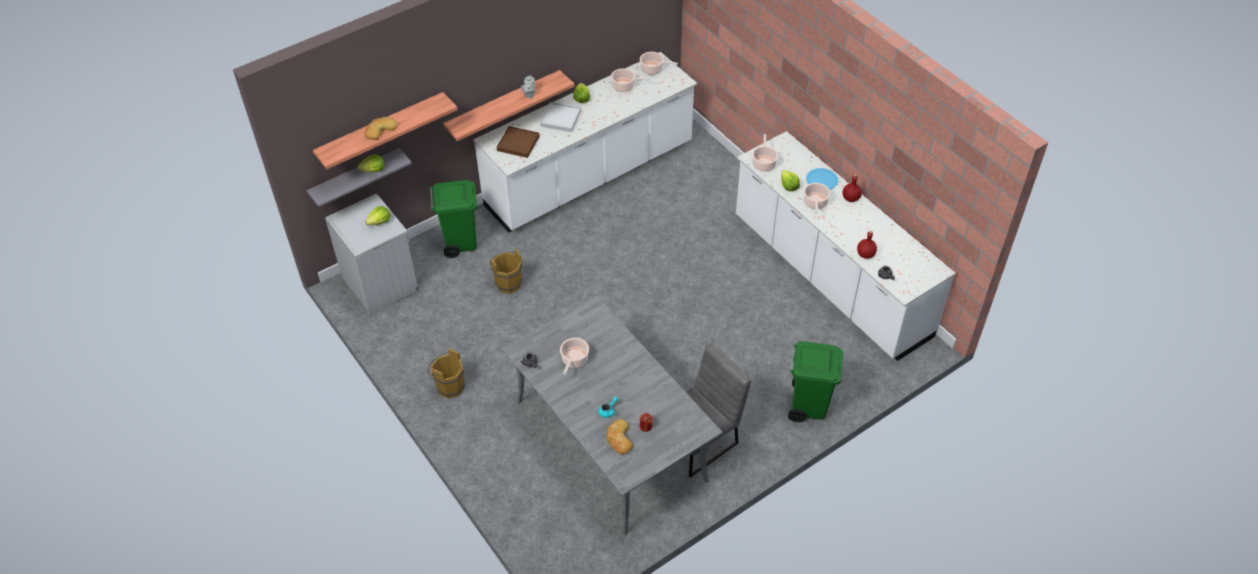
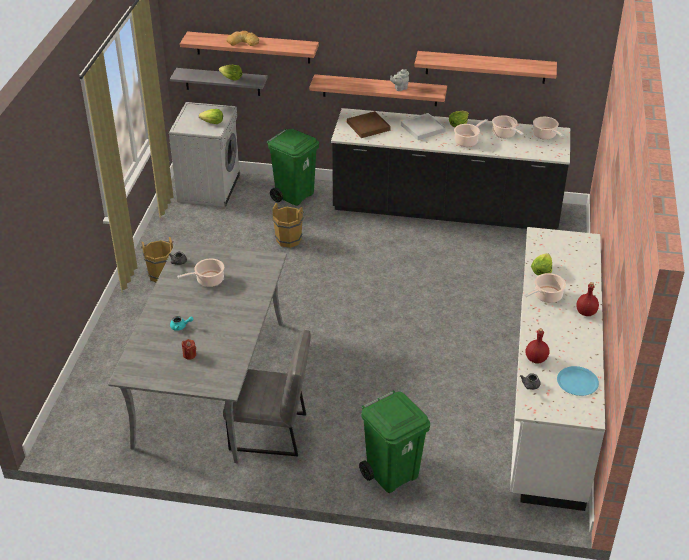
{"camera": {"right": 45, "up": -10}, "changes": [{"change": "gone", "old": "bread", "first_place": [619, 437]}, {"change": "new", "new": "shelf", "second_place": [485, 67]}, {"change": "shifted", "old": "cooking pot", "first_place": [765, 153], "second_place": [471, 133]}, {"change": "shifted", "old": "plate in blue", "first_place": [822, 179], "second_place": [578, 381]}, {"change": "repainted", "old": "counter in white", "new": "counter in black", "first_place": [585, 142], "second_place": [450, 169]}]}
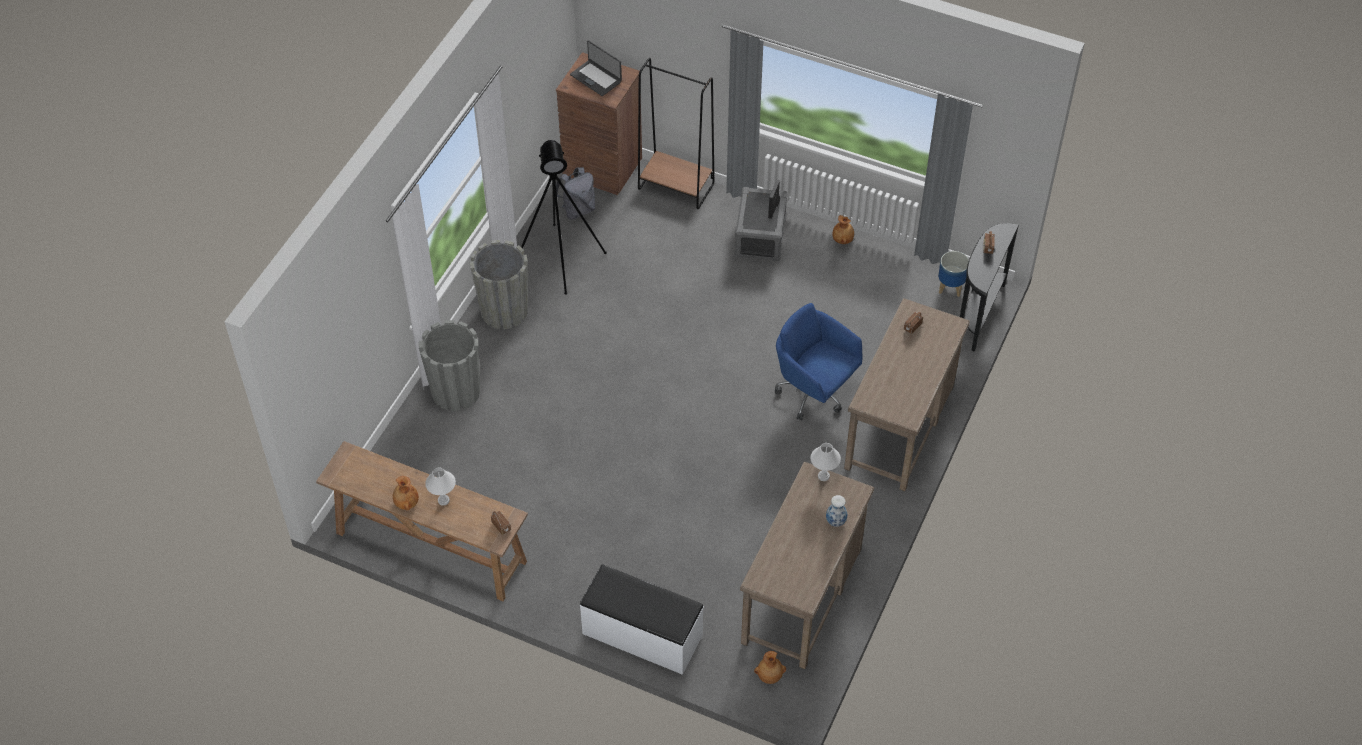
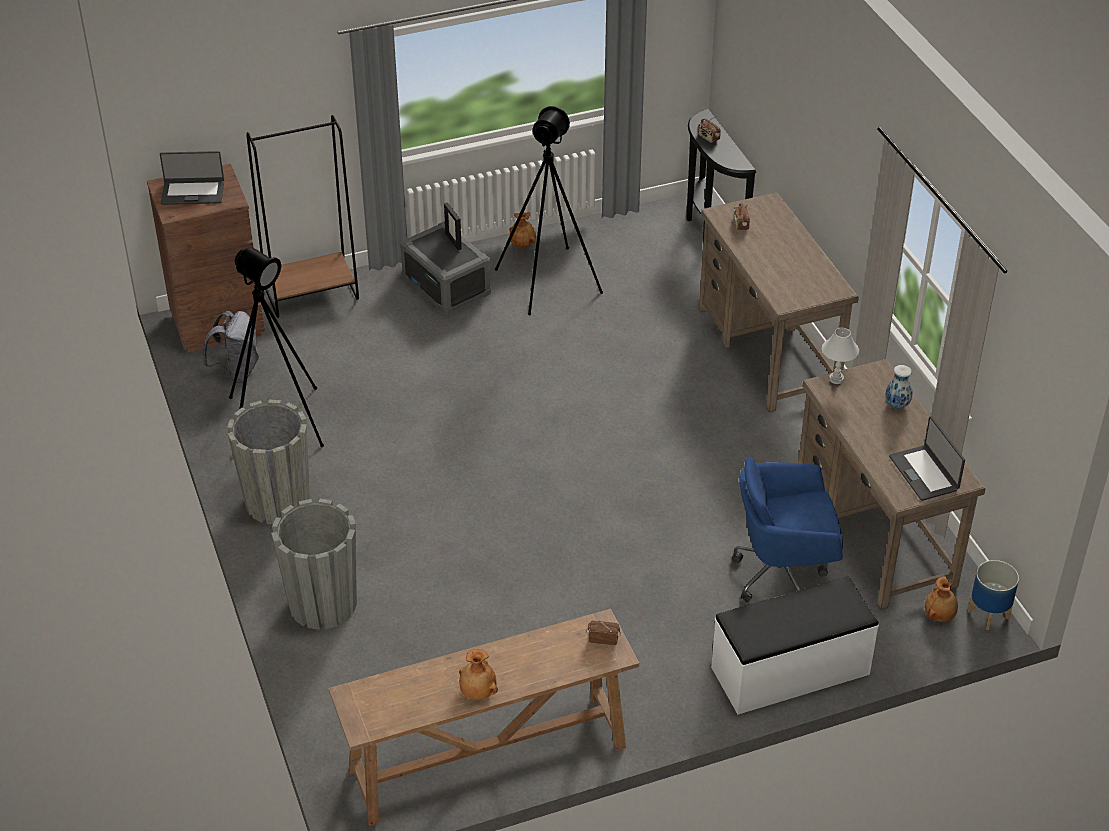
{"camera": {"right": -45, "up": -10}, "changes": [{"change": "gone", "old": "table lamp in white", "first_place": [440, 487]}, {"change": "new", "new": "floor lamp in black", "second_place": [549, 210]}, {"change": "new", "new": "laptop", "second_place": [927, 458]}, {"change": "shifted", "old": "office chair in blue", "first_place": [818, 361], "second_place": [787, 529]}, {"change": "shifted", "old": "planter", "first_place": [953, 274], "second_place": [993, 595]}]}
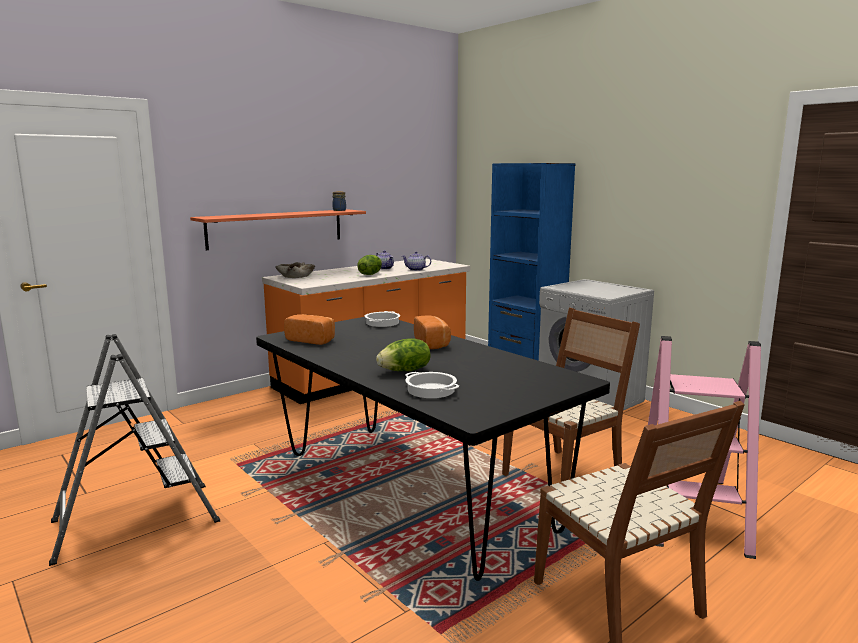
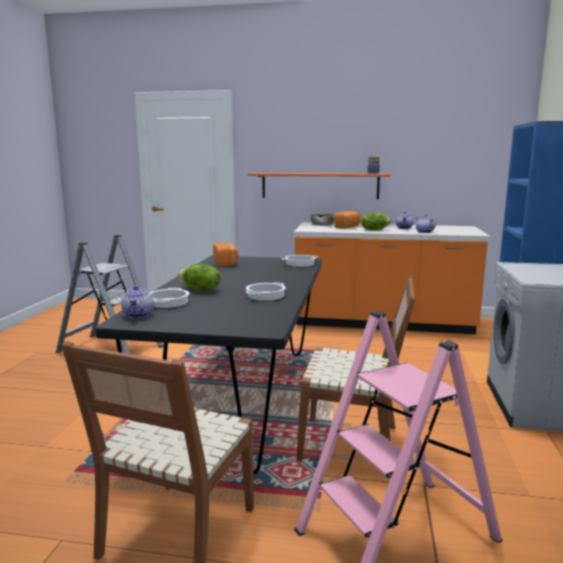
{"camera": {"right": 50, "up": 0}, "changes": [{"change": "new", "new": "teapot", "second_place": [137, 302]}, {"change": "new", "new": "cooking pot", "second_place": [266, 291]}, {"change": "shifted", "old": "bread", "first_place": [432, 332], "second_place": [347, 220]}]}
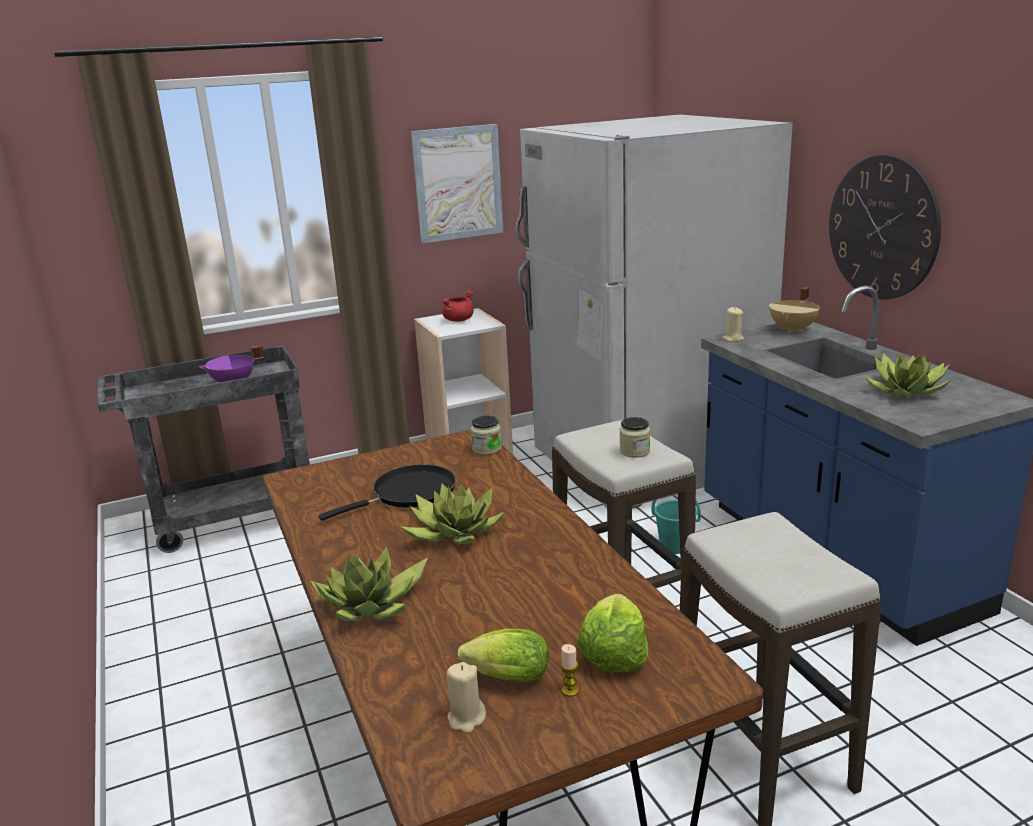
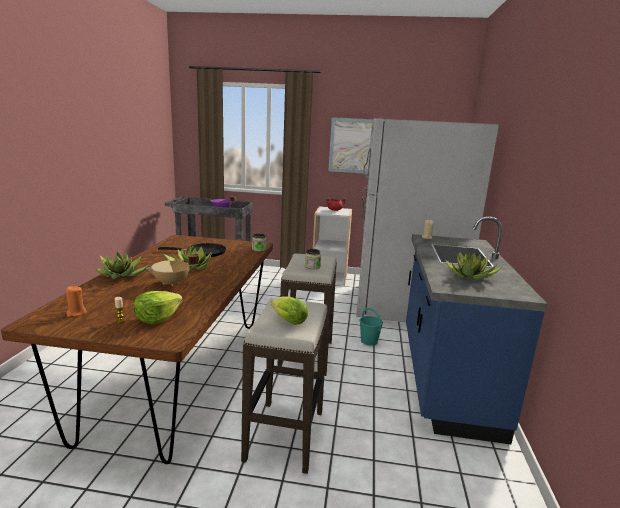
{"camera": {"right": 30, "up": -5}, "changes": [{"change": "gone", "old": "wall clock", "first_place": [885, 227]}, {"change": "shifted", "old": "lettuce", "first_place": [502, 655], "second_place": [289, 310]}, {"change": "shifted", "old": "cooking pot in beige", "first_place": [794, 309], "second_place": [172, 271]}, {"change": "repainted", "old": "candle in beige", "new": "candle in orange", "first_place": [466, 697], "second_place": [76, 301]}]}
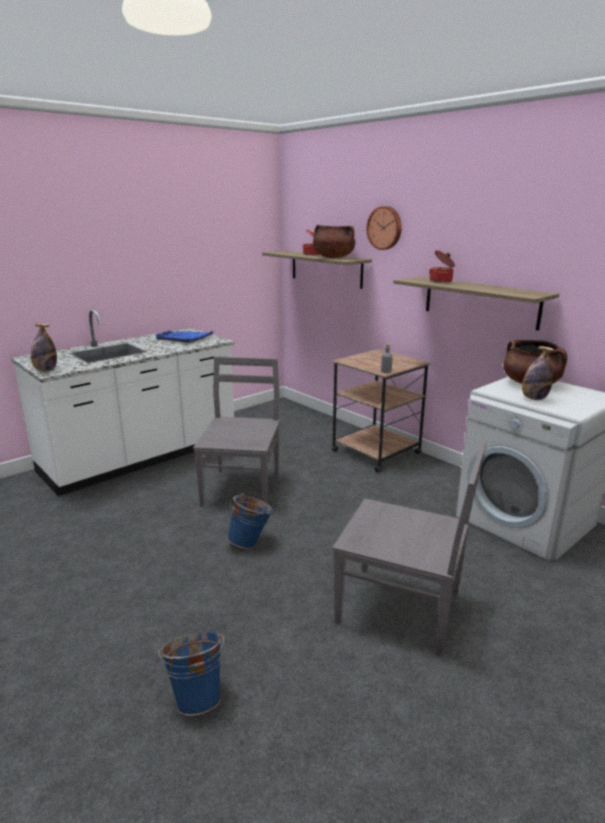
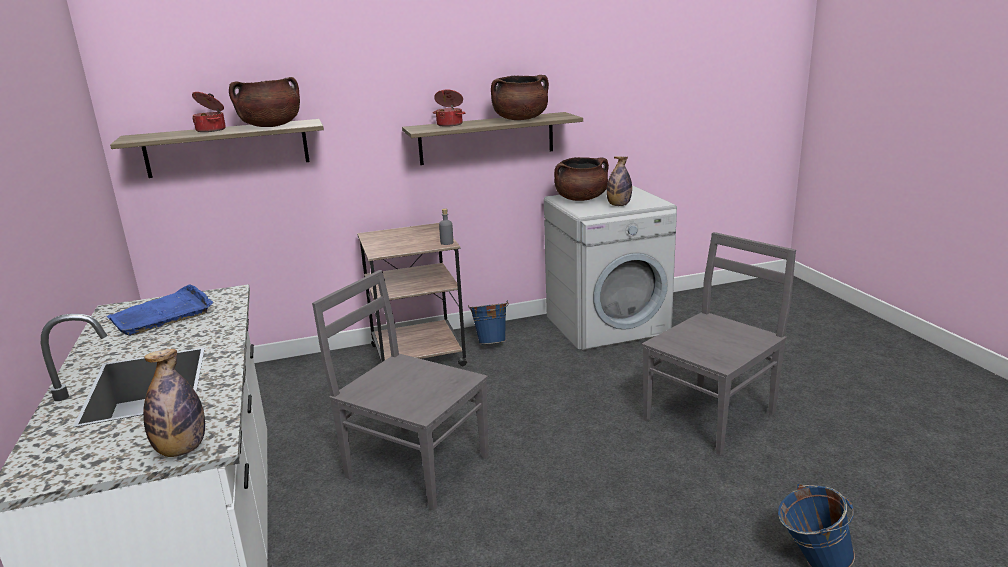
{"camera": {"right": -65, "up": 0}, "changes": [{"change": "gone", "old": "wall clock", "first_place": [384, 228]}, {"change": "new", "new": "cooking pot in brown", "second_place": [520, 97]}, {"change": "shifted", "old": "bucket in blue", "first_place": [250, 521], "second_place": [488, 322]}]}
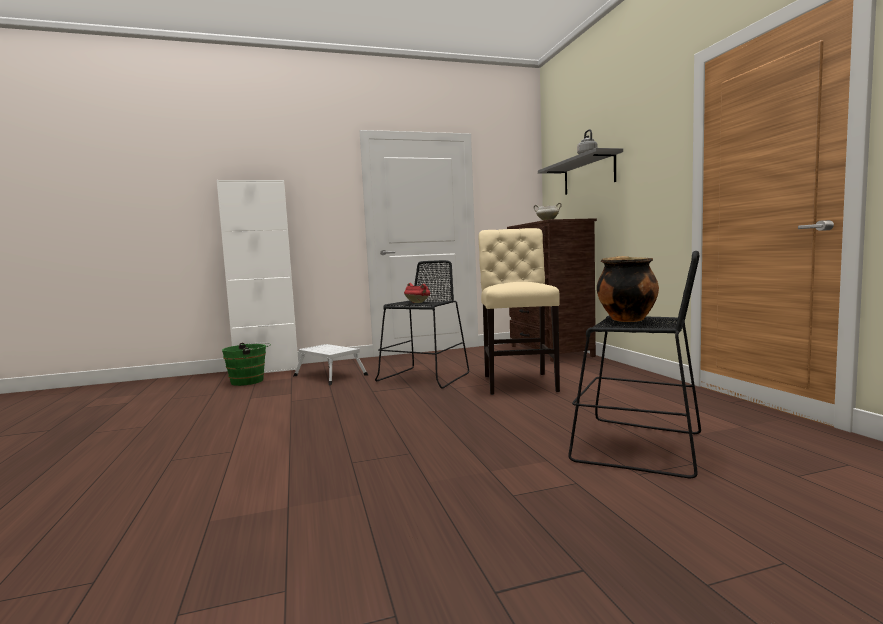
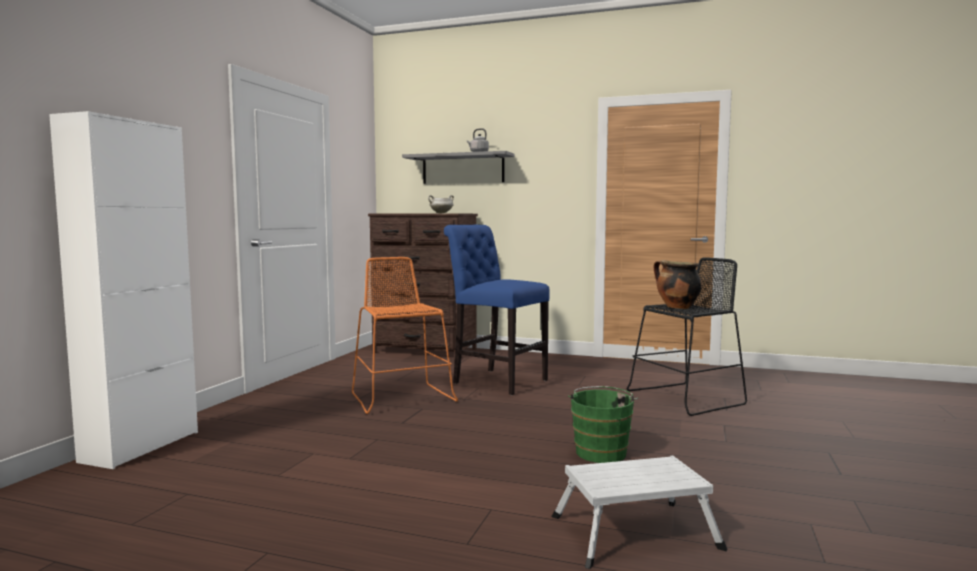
{"camera": {"right": -55, "up": 0}, "changes": [{"change": "gone", "old": "cooking pot in red", "first_place": [417, 293]}, {"change": "shifted", "old": "bucket in green", "first_place": [246, 364], "second_place": [603, 424]}, {"change": "shifted", "old": "step ladder in white", "first_place": [330, 364], "second_place": [639, 512]}, {"change": "repainted", "old": "stool in black", "new": "stool in orange", "first_place": [422, 324], "second_place": [405, 335]}, {"change": "repainted", "old": "stool in beige", "new": "stool in blue", "first_place": [519, 311], "second_place": [497, 310]}]}
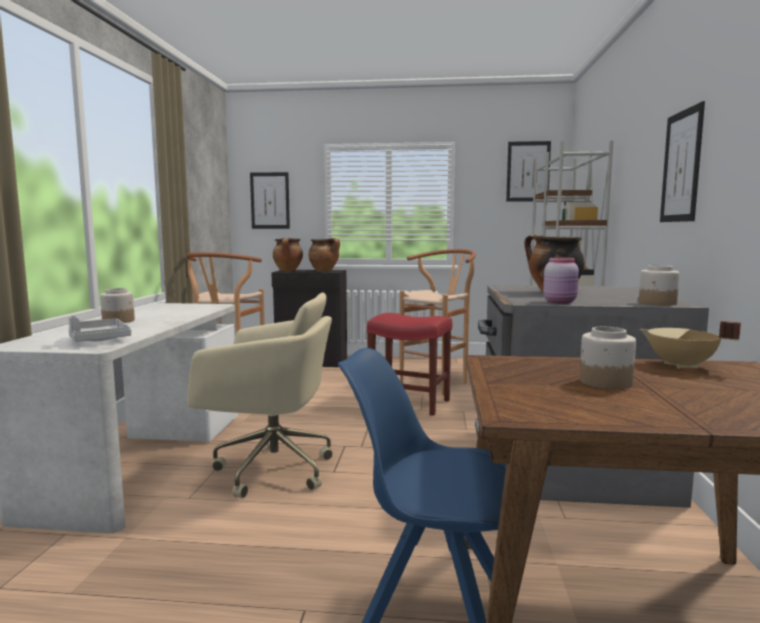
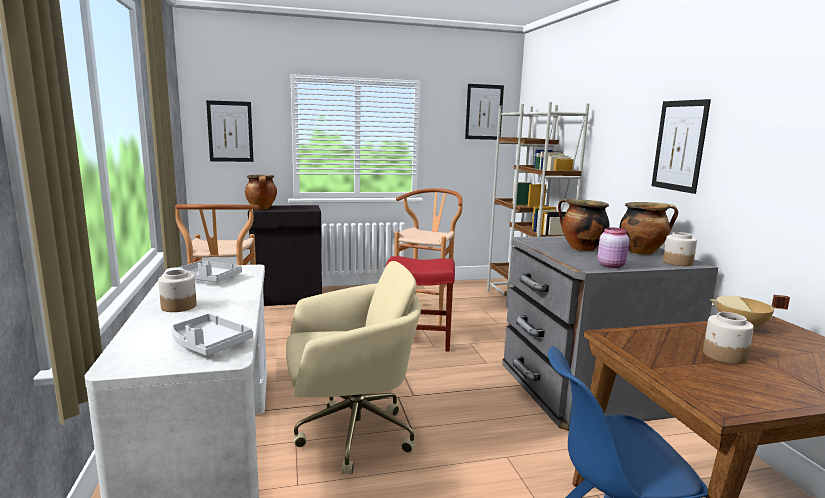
{"camera": {"right": -20, "up": 5}, "changes": [{"change": "new", "new": "tray in grey", "second_place": [211, 271]}, {"change": "shifted", "old": "cooking pot", "first_place": [324, 255], "second_place": [649, 228]}]}
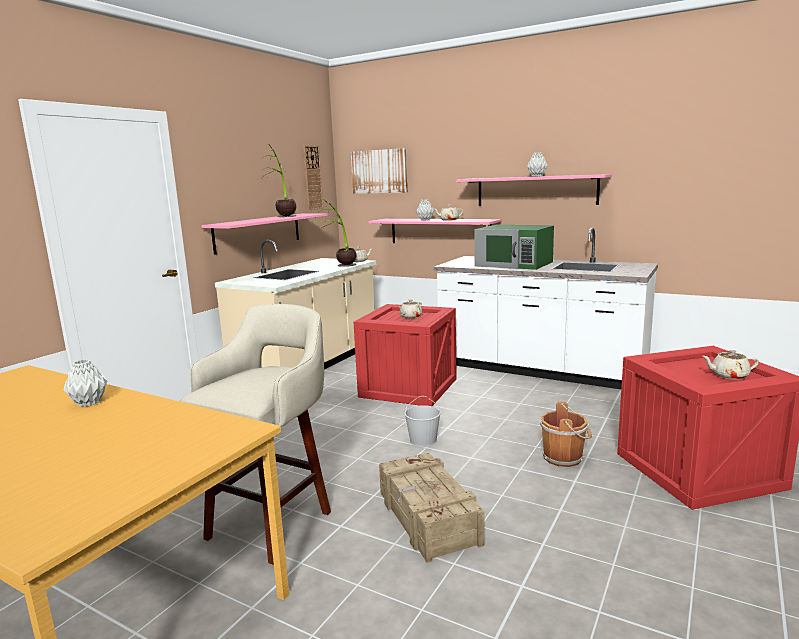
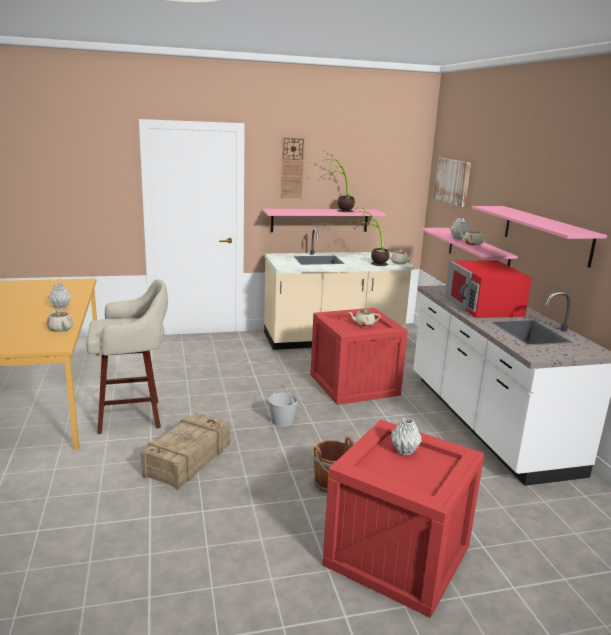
{"camera": {"right": 45, "up": 5}, "changes": [{"change": "shifted", "old": "wall clock", "first_place": [313, 177], "second_place": [293, 168]}, {"change": "shifted", "old": "vase in grey", "first_place": [537, 165], "second_place": [406, 436]}, {"change": "shifted", "old": "teapot in beige", "first_place": [730, 364], "second_place": [60, 320]}, {"change": "repainted", "old": "microwave in green", "new": "microwave in red", "first_place": [514, 247], "second_place": [488, 289]}]}
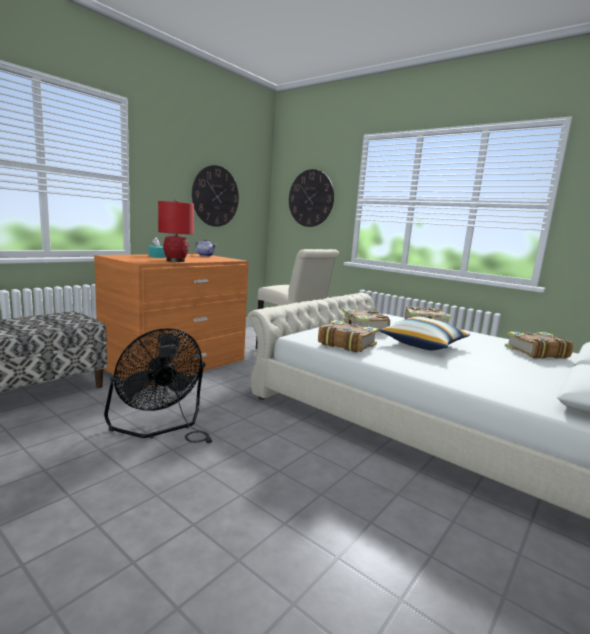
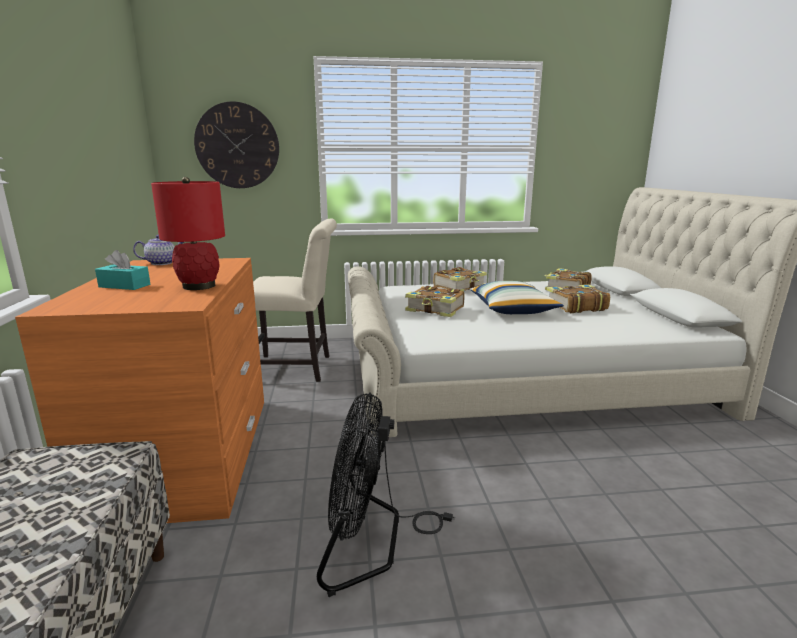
{"camera": {"right": -45, "up": 5}, "changes": [{"change": "gone", "old": "wall clock", "first_place": [215, 196]}, {"change": "shifted", "old": "book", "first_place": [348, 336], "second_place": [578, 298]}]}
